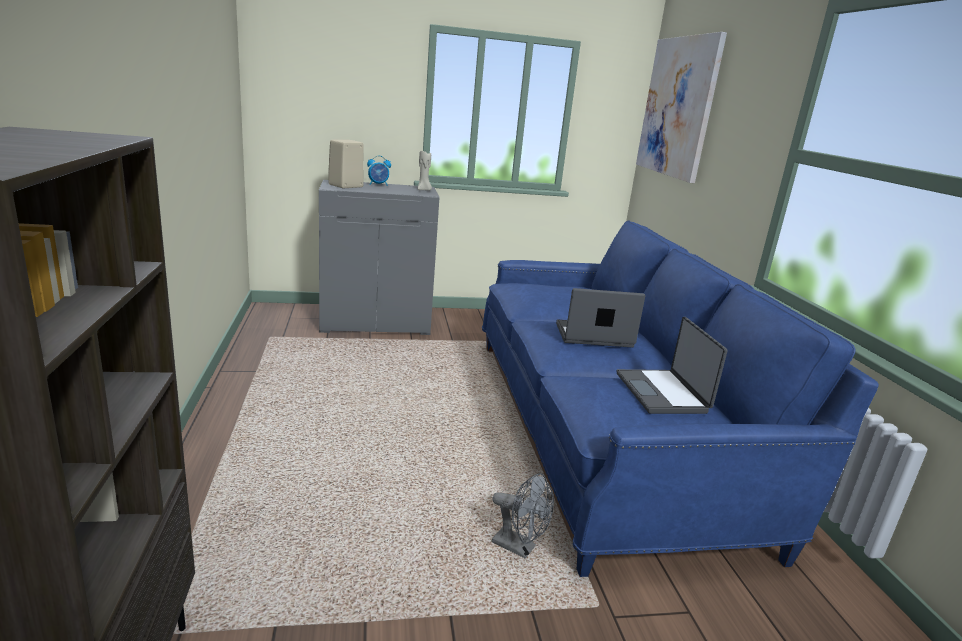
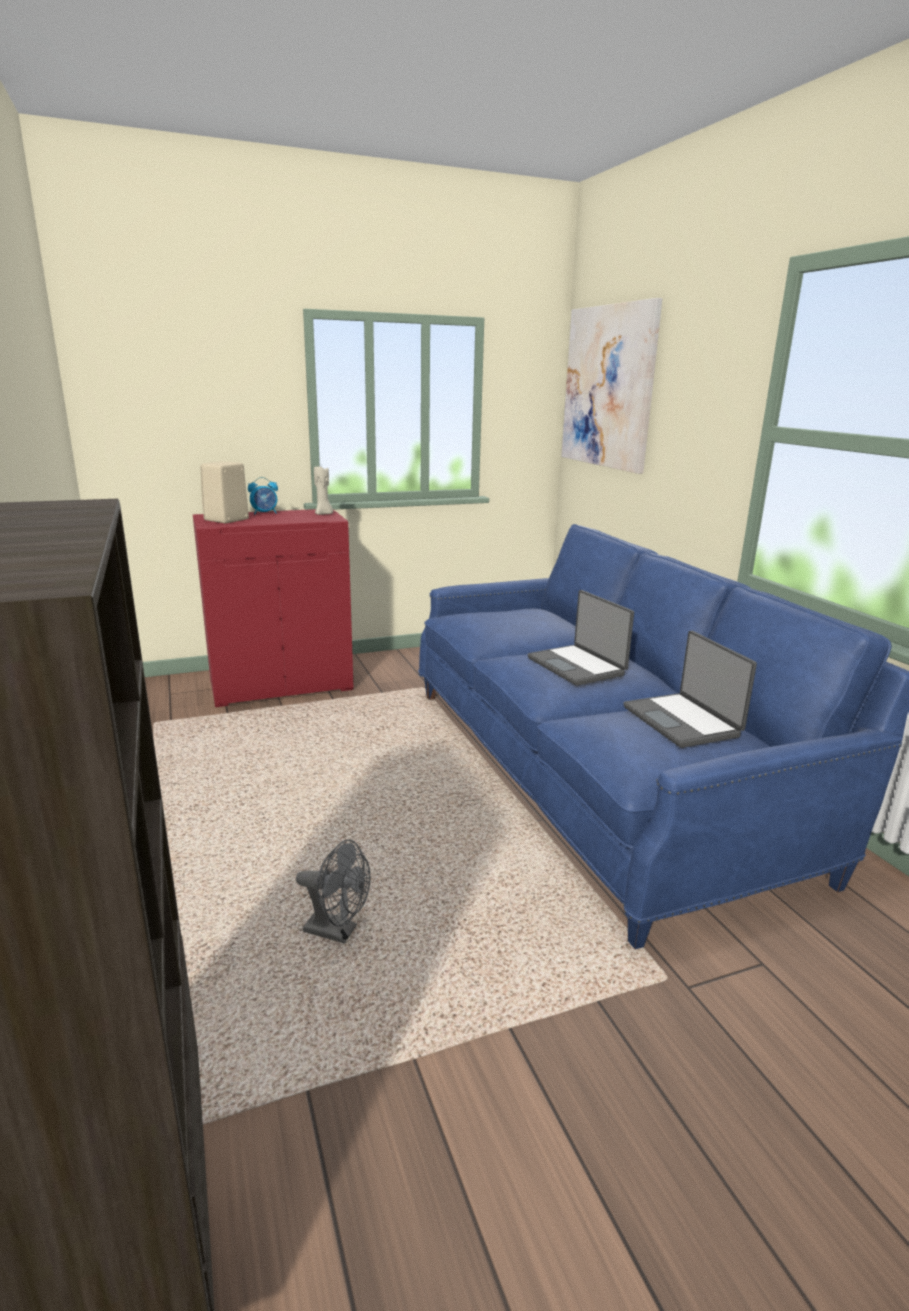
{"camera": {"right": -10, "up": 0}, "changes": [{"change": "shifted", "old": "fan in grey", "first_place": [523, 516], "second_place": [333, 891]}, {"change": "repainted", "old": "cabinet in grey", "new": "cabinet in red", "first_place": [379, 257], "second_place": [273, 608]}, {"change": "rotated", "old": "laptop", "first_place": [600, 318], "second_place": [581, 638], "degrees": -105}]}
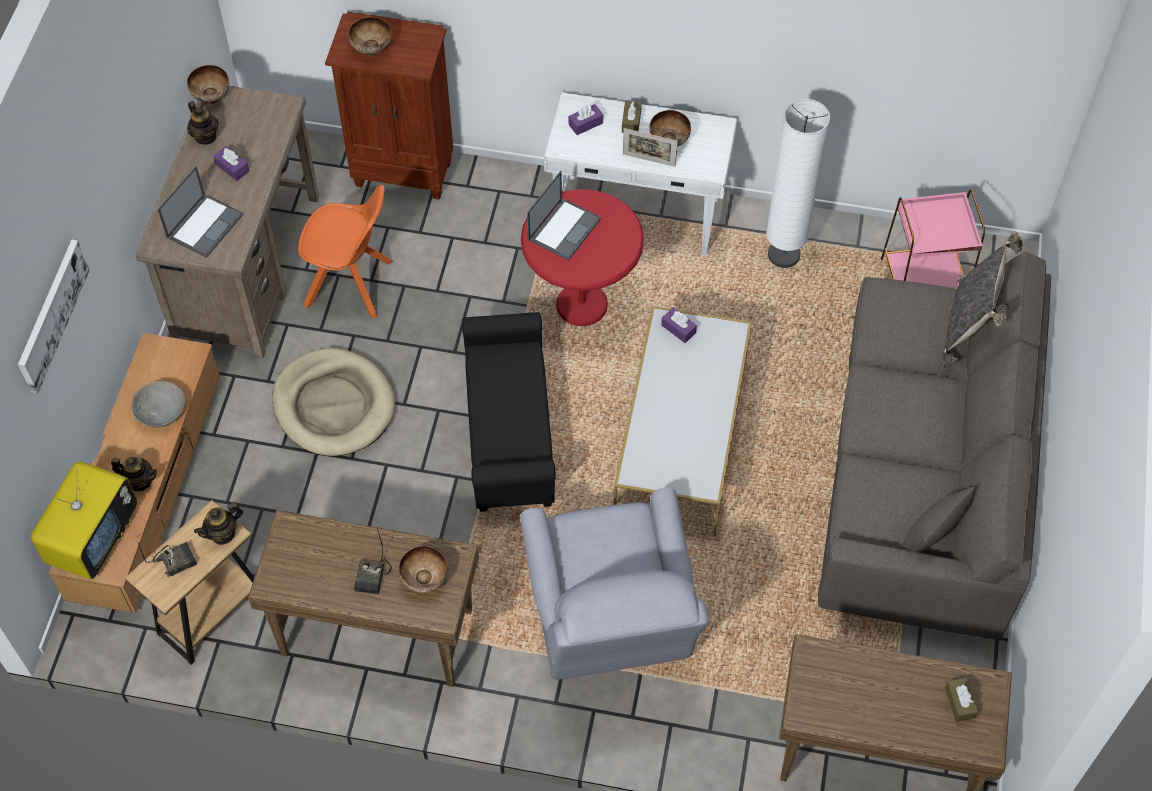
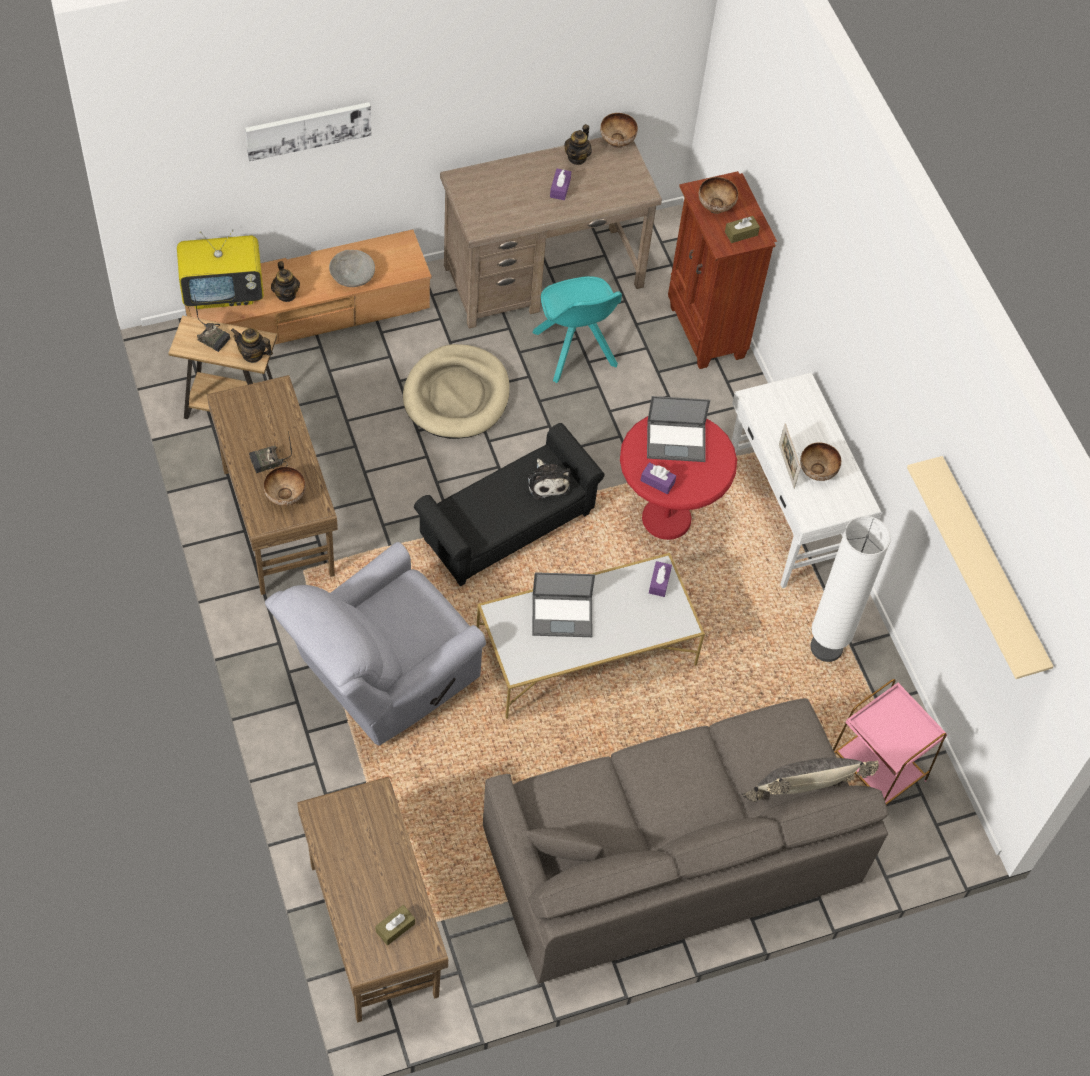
{"camera": {"right": 55, "up": 0}, "changes": [{"change": "new", "new": "plush toy", "second_place": [549, 479]}, {"change": "new", "new": "shelf in beige", "second_place": [980, 567]}, {"change": "shifted", "old": "laptop", "first_place": [200, 212], "second_place": [563, 604]}, {"change": "shifted", "old": "tissue box in purple", "first_place": [586, 119], "second_place": [658, 478]}, {"change": "shifted", "old": "tissue box in brown", "first_place": [632, 117], "second_place": [742, 229]}, {"change": "repainted", "old": "chair in orange", "new": "chair in turquoise", "first_place": [345, 252], "second_place": [577, 329]}]}
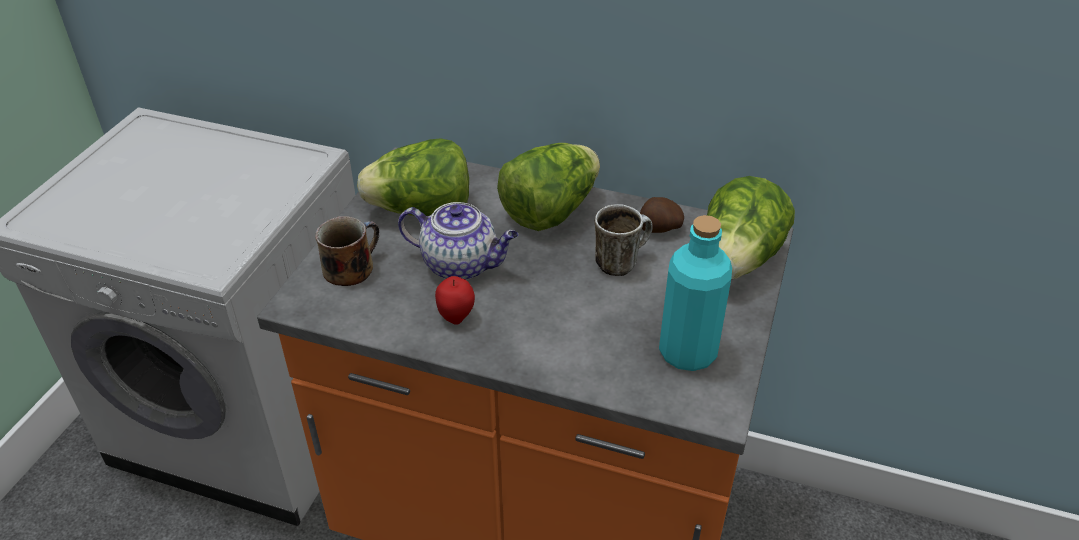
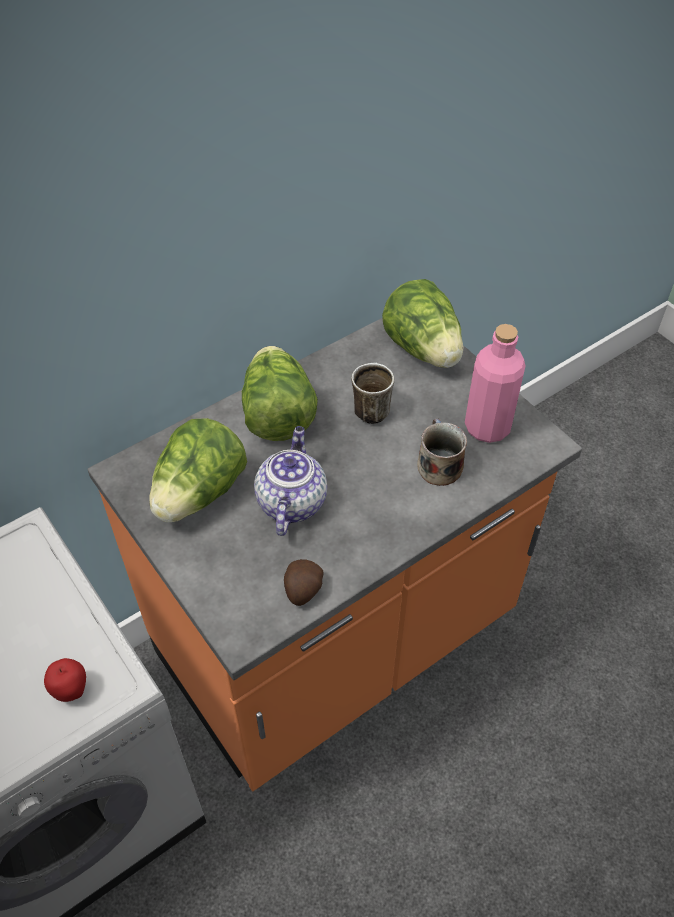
{"camera": {"right": -55, "up": 10}, "changes": [{"change": "shifted", "old": "mug", "first_place": [347, 251], "second_place": [442, 452]}, {"change": "shifted", "old": "apple", "first_place": [455, 300], "second_place": [65, 680]}, {"change": "shifted", "old": "potato", "first_place": [662, 215], "second_place": [304, 582]}, {"change": "repainted", "old": "bottle in turquoise", "new": "bottle in pink", "first_place": [695, 293], "second_place": [495, 383]}, {"change": "rotated", "old": "teapot", "first_place": [458, 241], "second_place": [290, 481], "degrees": -45}]}
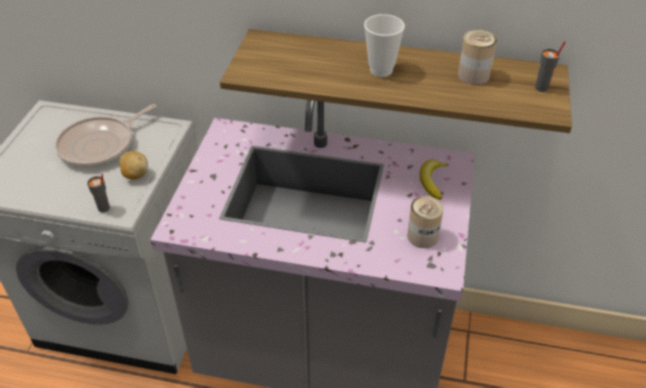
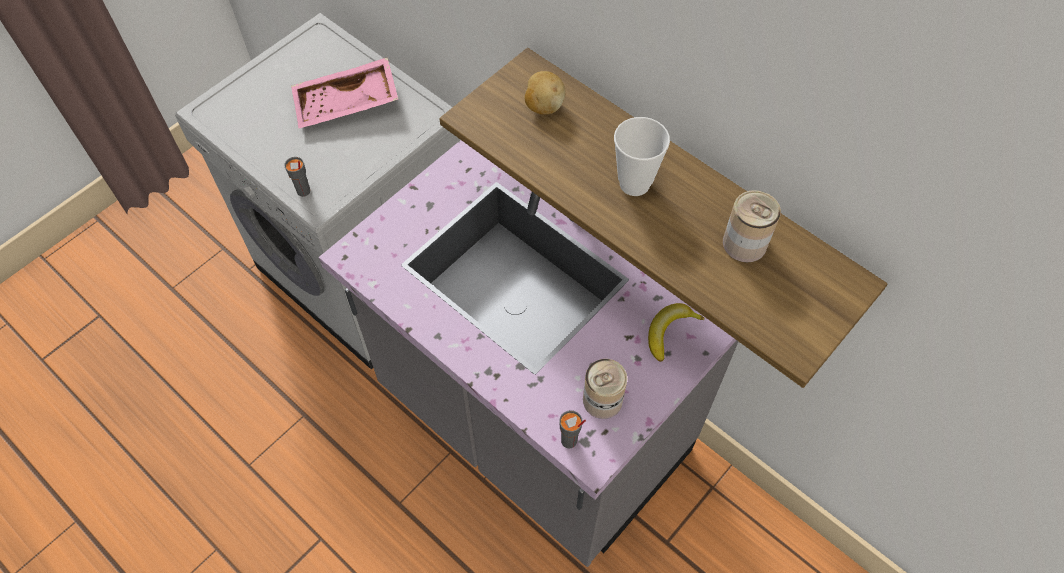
{"camera": {"right": 30, "up": 15}, "changes": [{"change": "shifted", "old": "potato", "first_place": [133, 165], "second_place": [545, 93]}, {"change": "shifted", "old": "cup in grey", "first_place": [550, 66], "second_place": [572, 429]}, {"change": "swapped", "old": "frying pan", "new": "tray in pink", "first_place": [106, 136], "second_place": [345, 92]}]}
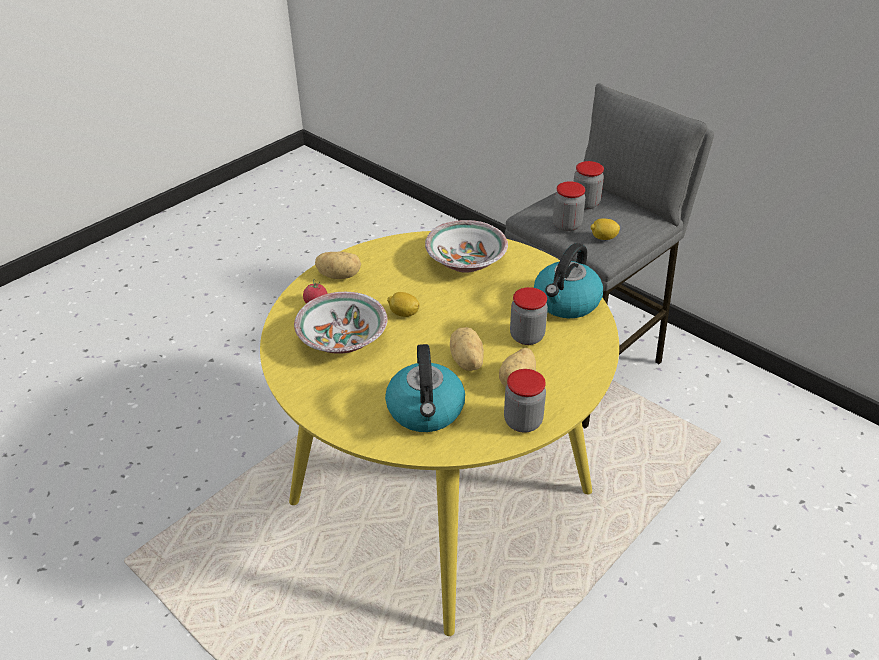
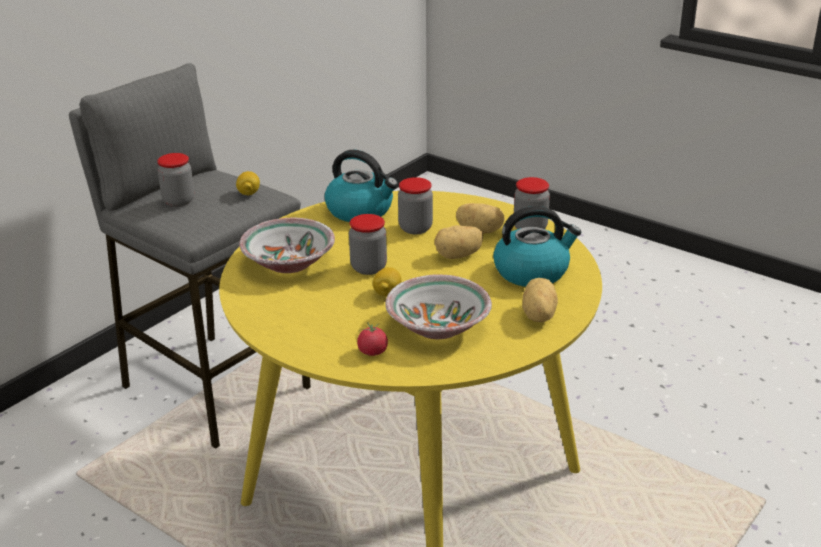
{"camera": {"right": -95, "up": -10}, "changes": [{"change": "shifted", "old": "potato", "first_place": [338, 265], "second_place": [540, 300]}, {"change": "shifted", "old": "jar", "first_place": [569, 206], "second_place": [368, 244]}]}
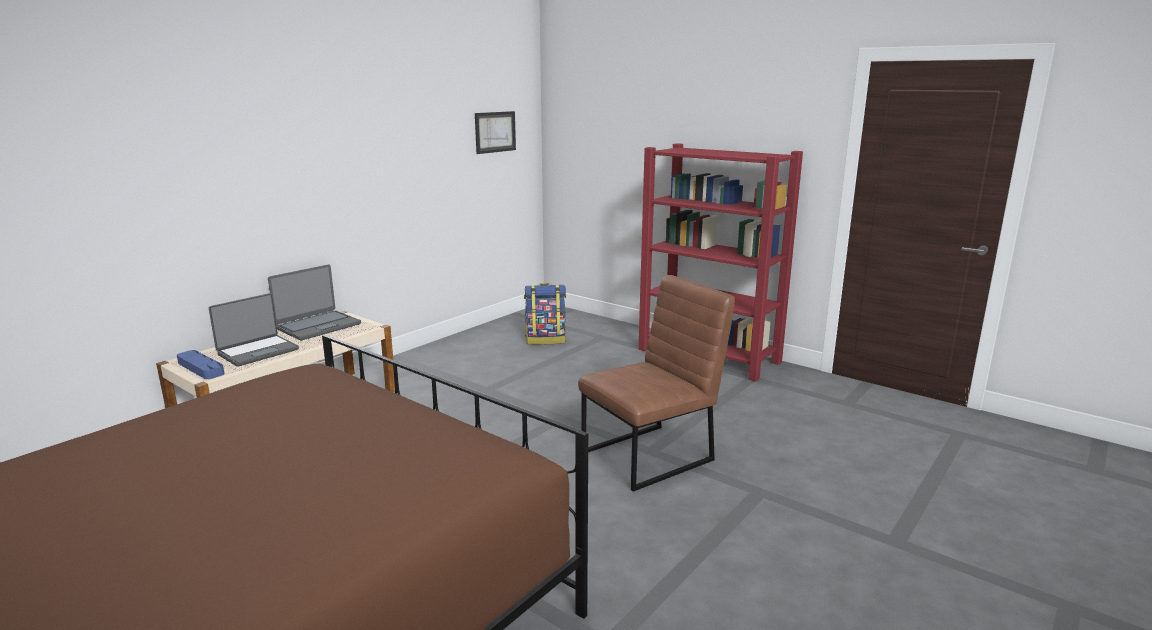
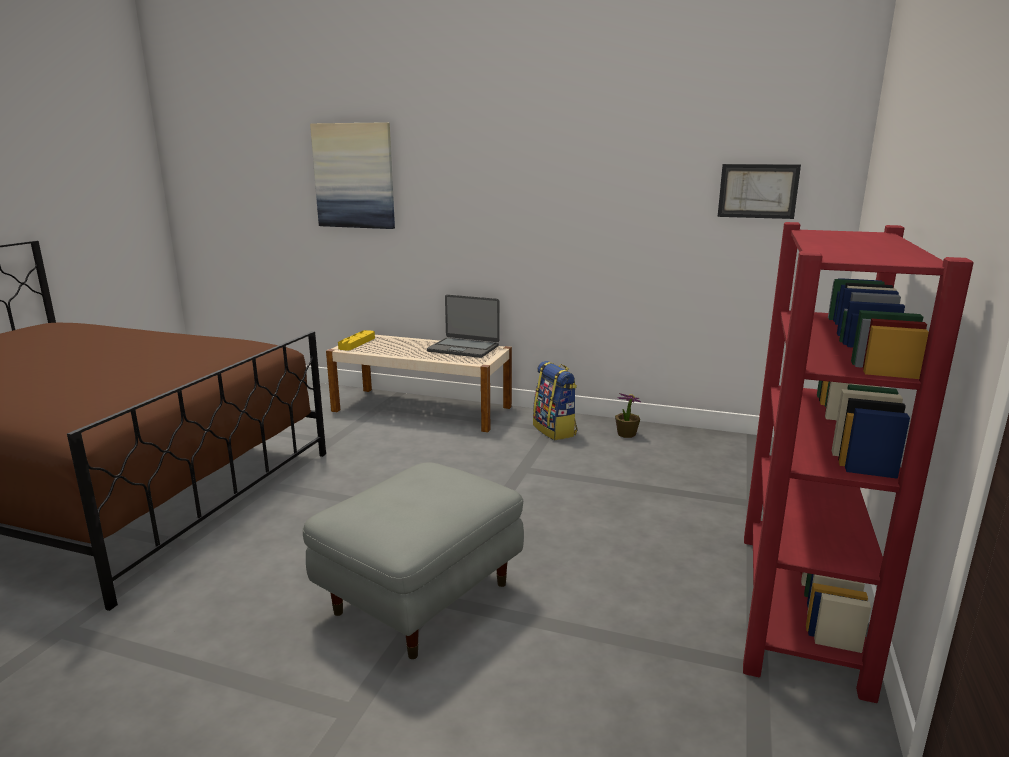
{"camera": {"right": 70, "up": 0}, "changes": [{"change": "gone", "old": "laptop", "first_place": [254, 330]}, {"change": "new", "new": "picture", "second_place": [352, 175]}, {"change": "new", "new": "potted plant", "second_place": [628, 415]}, {"change": "shifted", "old": "backpack", "first_place": [545, 314], "second_place": [555, 400]}, {"change": "swapped", "old": "chair in brown", "new": "ottoman in grey", "first_place": [656, 383], "second_place": [413, 560]}, {"change": "repainted", "old": "tray in blue", "new": "tray in yellow", "first_place": [200, 364], "second_place": [356, 340]}]}
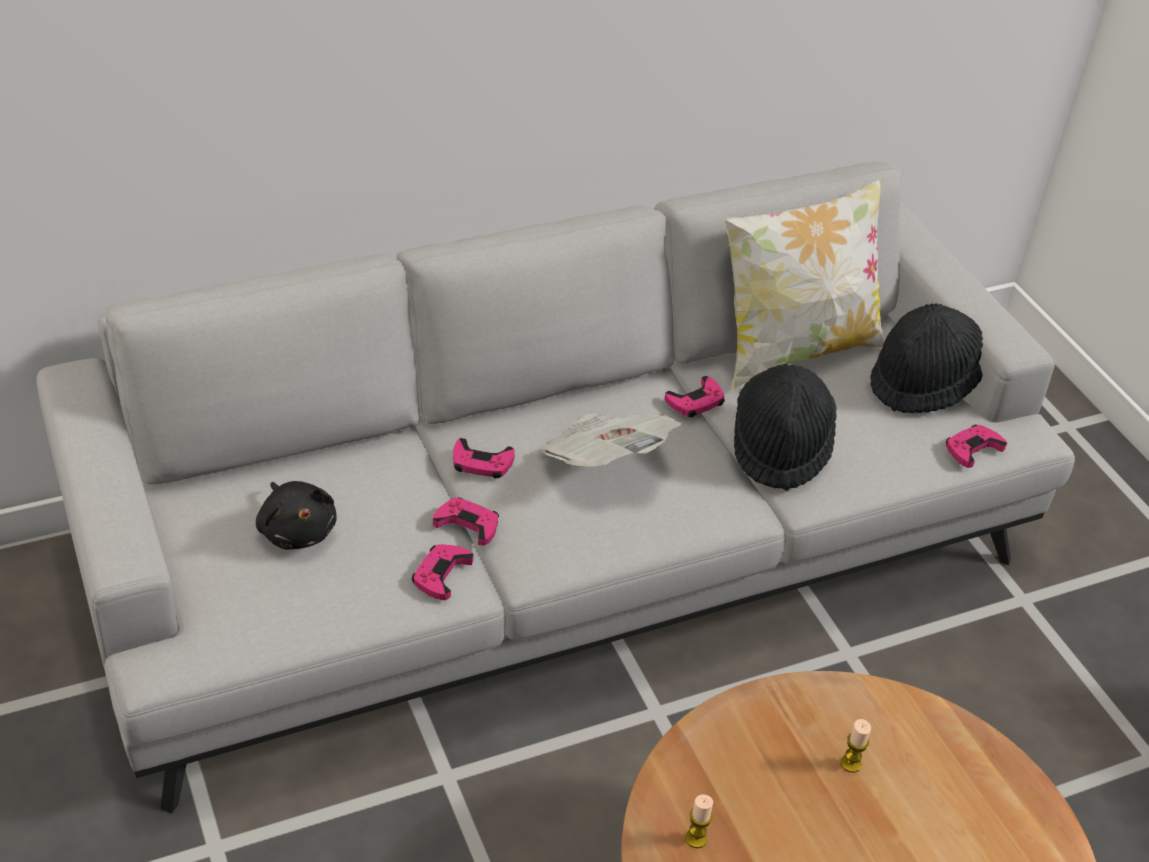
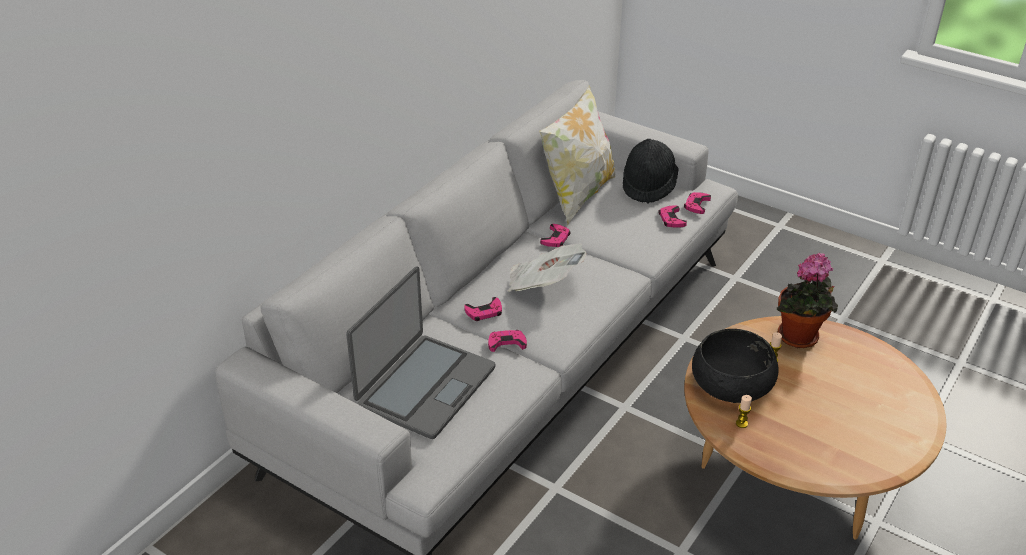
{"camera": {"right": -30, "up": -5}, "changes": [{"change": "gone", "old": "hat in black", "first_place": [785, 427]}, {"change": "new", "new": "bowl in black", "second_place": [735, 366]}, {"change": "new", "new": "potted plant", "second_place": [807, 300]}, {"change": "shifted", "old": "game controller in pink", "first_place": [443, 572], "second_place": [672, 216]}, {"change": "swapped", "old": "plush toy in black", "new": "laptop", "first_place": [296, 515], "second_place": [420, 352]}]}
